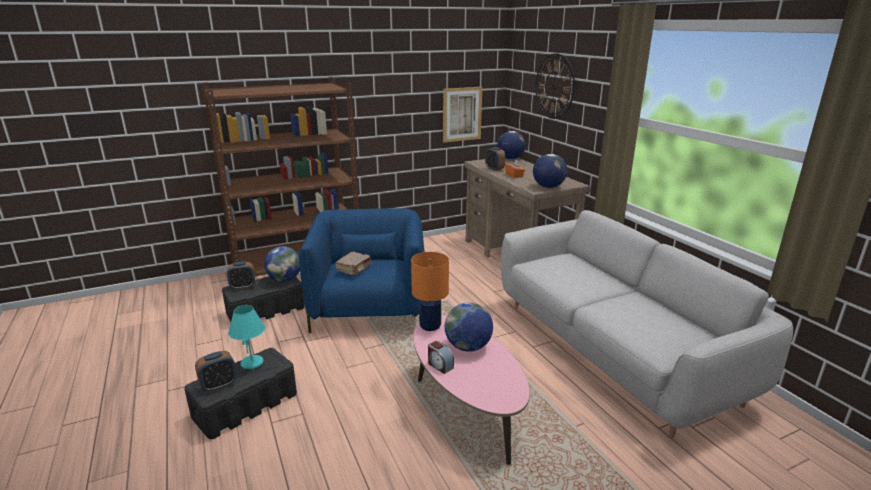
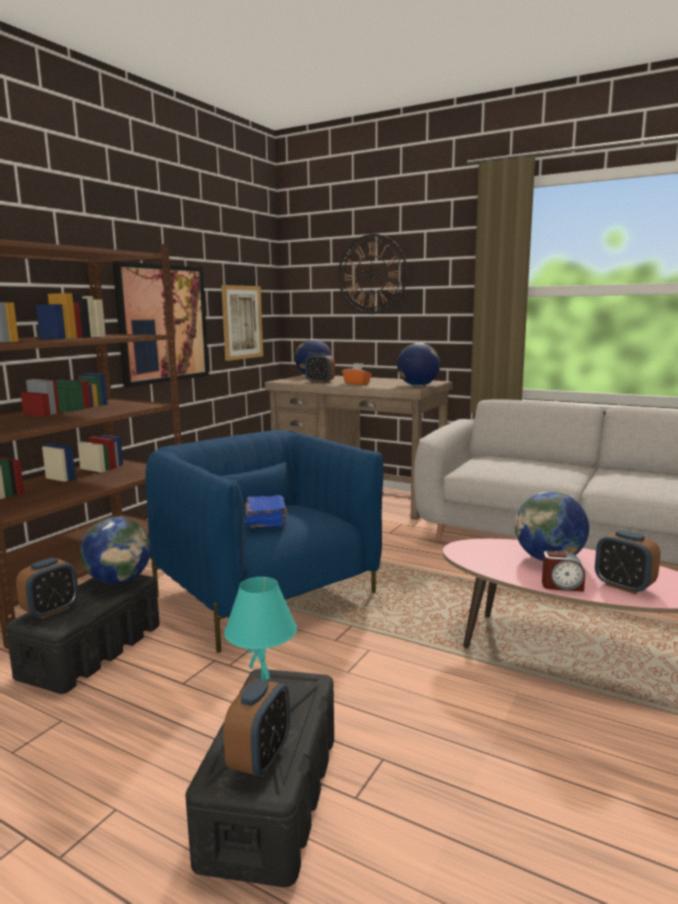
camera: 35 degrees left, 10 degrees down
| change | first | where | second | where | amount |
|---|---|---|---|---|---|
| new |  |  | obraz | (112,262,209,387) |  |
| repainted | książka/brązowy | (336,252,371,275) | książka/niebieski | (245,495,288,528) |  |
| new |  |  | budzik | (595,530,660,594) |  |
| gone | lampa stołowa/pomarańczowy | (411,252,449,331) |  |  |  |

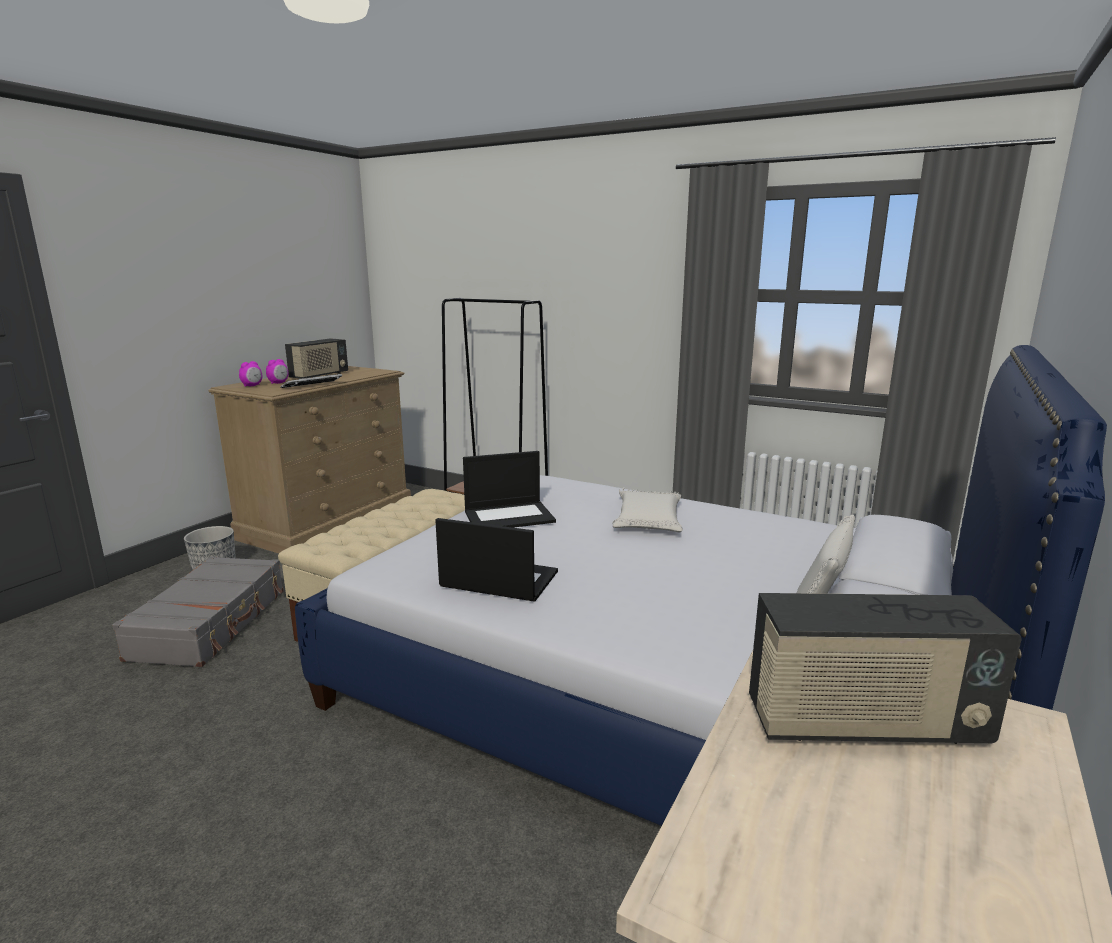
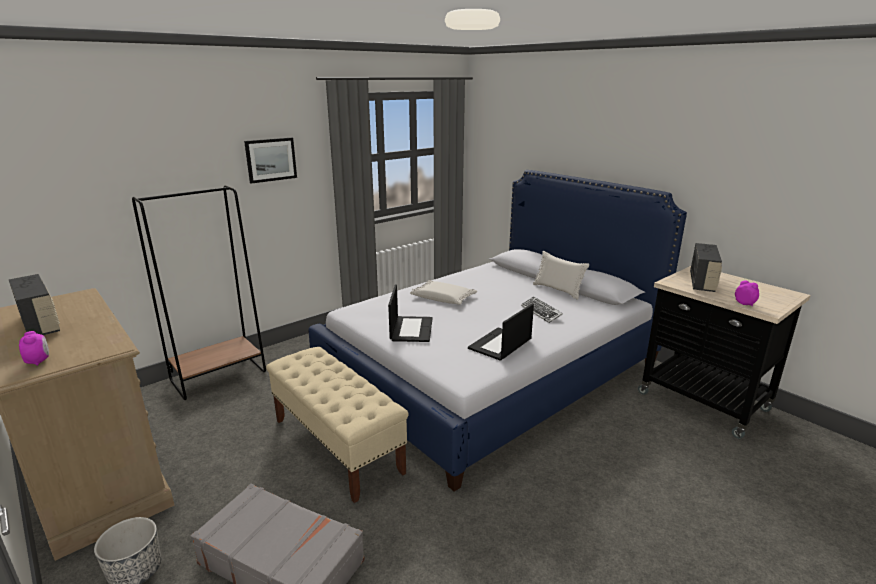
camera: 70 degrees left, 5 degrees up
| change | first | where | second | where | amount |
|---|---|---|---|---|---|
| new |  |  | obraz | (244,138,297,184) |  |
| shifted | klawiatura | (280,374,342,388) |  | (521,297,563,323) |  |
| shifted | budzik | (266,359,289,384) |  | (735,280,759,306) |  |

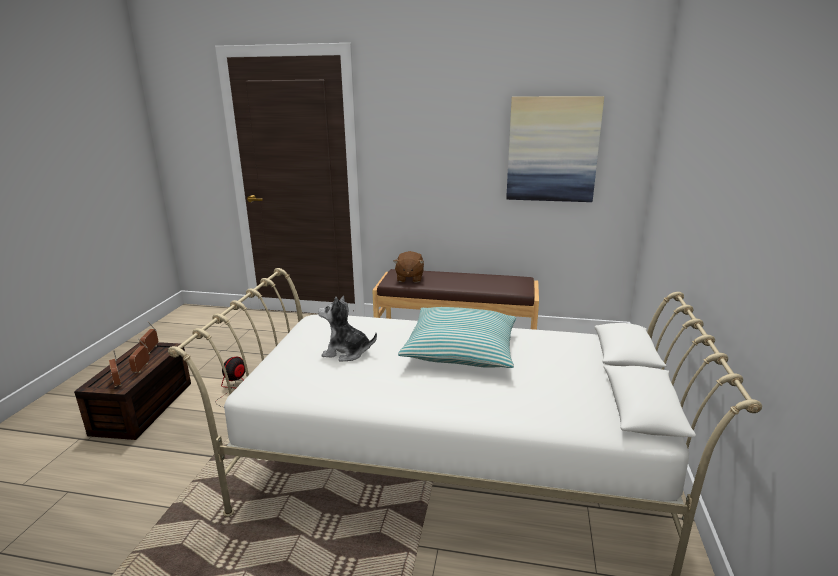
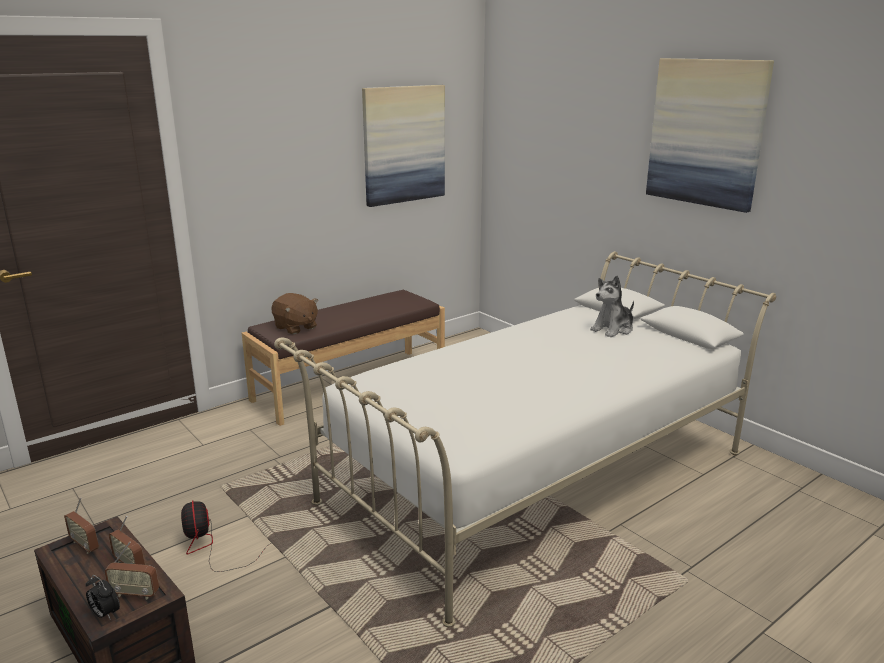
camera: 50 degrees left, 0 degrees up
| change | first | where | second | where | amount |
|---|---|---|---|---|---|
| new |  |  | budzik | (85,575,120,620) |  |
| shifted | pluszak | (318,296,377,362) |  | (590,275,634,337) |  |
| new |  |  | obraz | (646,58,774,213) |  |
| gone | poduszka | (398,307,516,368) |  |  |  |

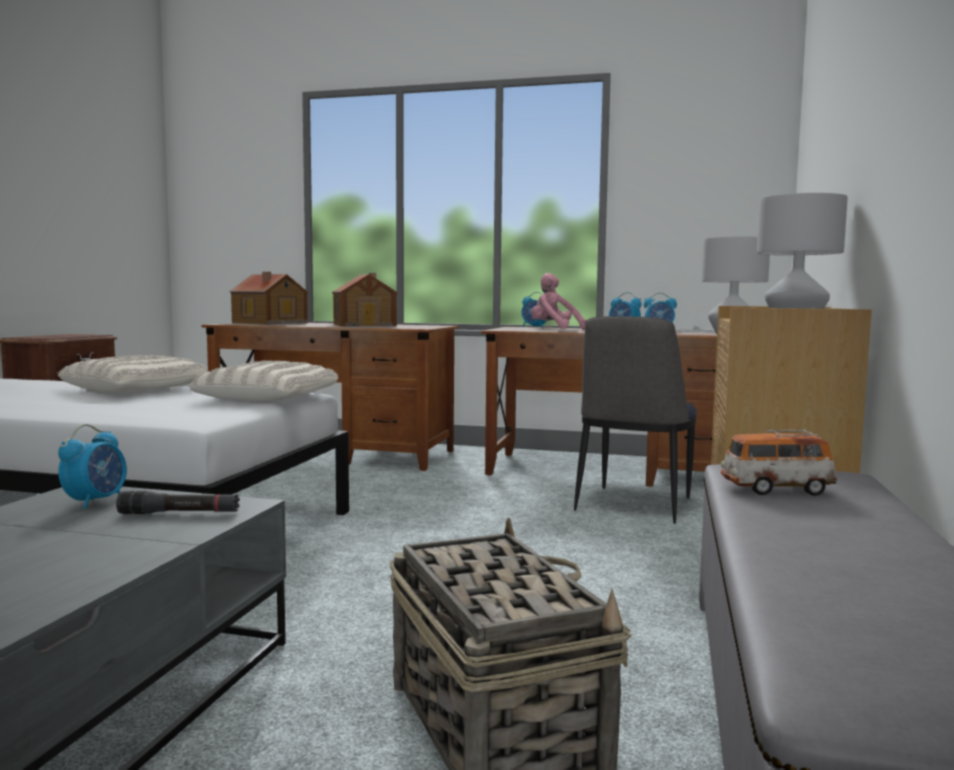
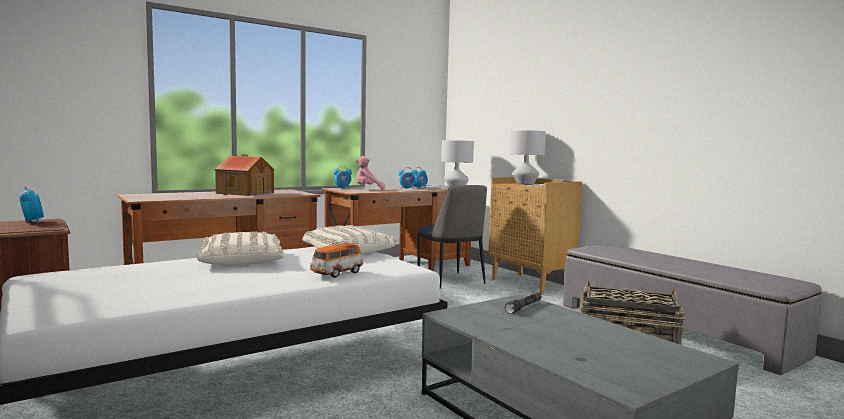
camera: 50 degrees left, 0 degrees up
| change | first | where | second | where | amount |
|---|---|---|---|---|---|
| shifted | budzik | (58,424,127,509) |  | (19,185,44,223) |  |
| shifted | samochodzik | (721,430,837,496) |  | (310,241,363,278) |  |
| gone | domek | (230,272,308,325) |  |  |  |

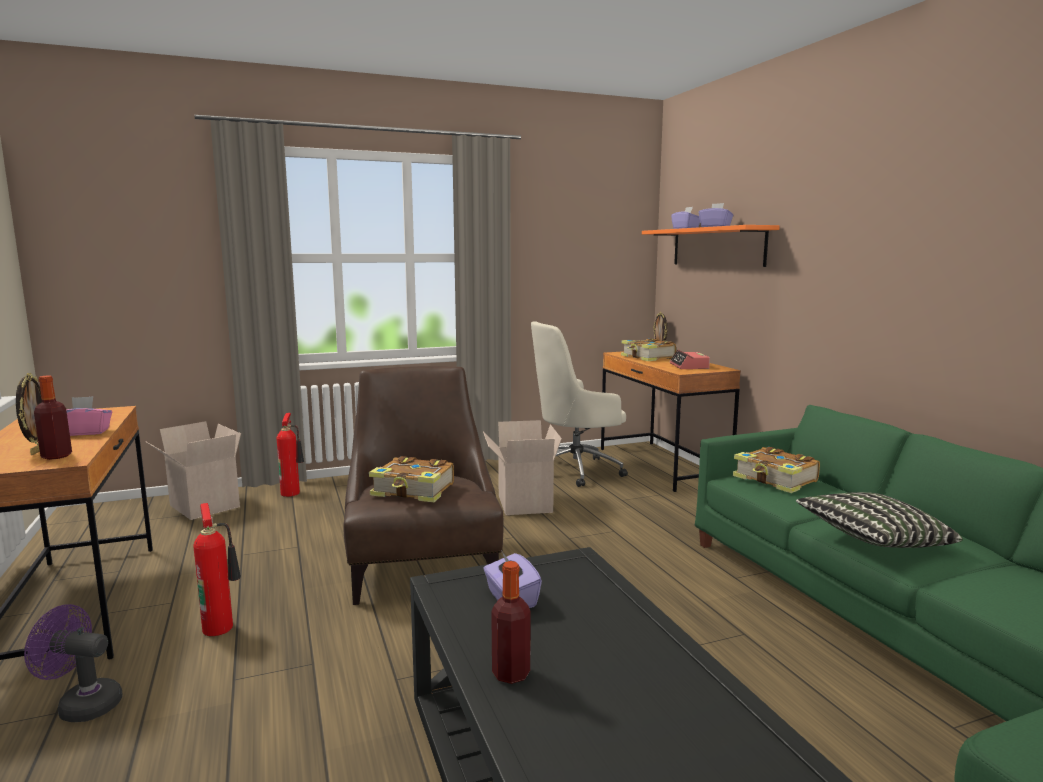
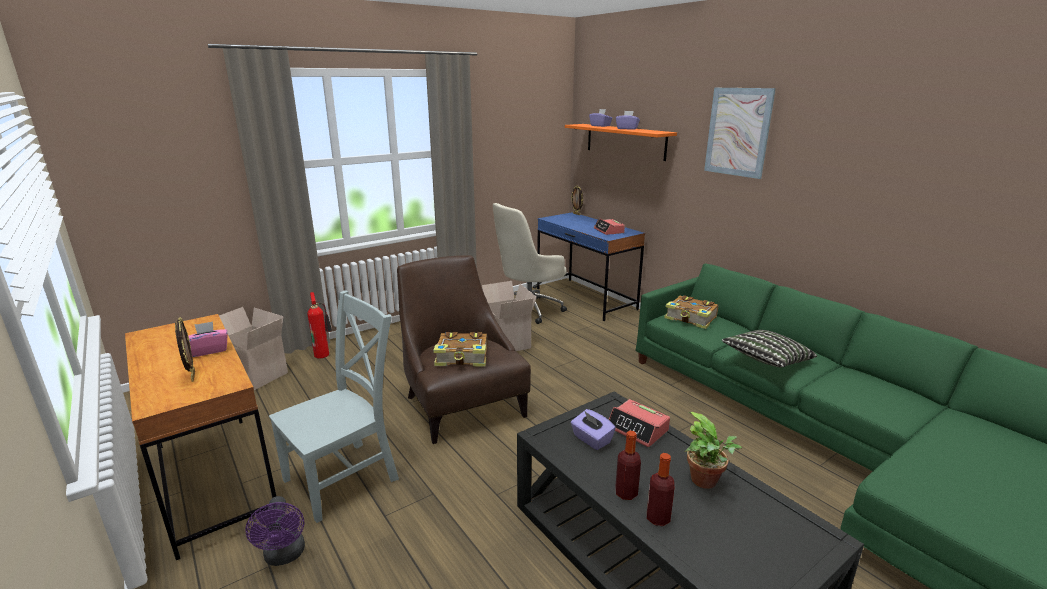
camera: 15 degrees left, 10 degrees up
| change | first | where | second | where | amount |
|---|---|---|---|---|---|
| rotated | wentylator/fioletowy | (24,604,123,722) |  | (245,496,305,566) | 105 degrees counterclockwise |
| swapped | gaśnica | (193,503,241,636) | krzesło/szary | (269,290,399,523) |  |
| repainted | biurko/brązowy | (601,351,741,492) | biurko/niebieski | (537,212,645,321) |  |
| new |  |  | budzik | (609,399,670,447) |  |
| shifted | butelka | (34,375,72,460) |  | (647,453,675,526) |  |
| new |  |  | roślina doniczkowa | (685,412,742,489) |  |
| new |  |  | obraz | (704,88,776,179) |  |
| gone | książka | (621,338,676,361) |  |  |  |

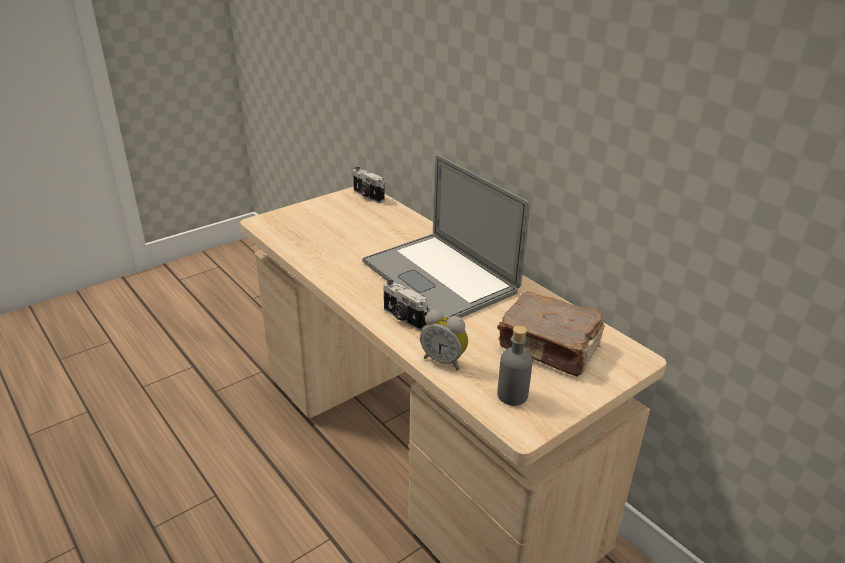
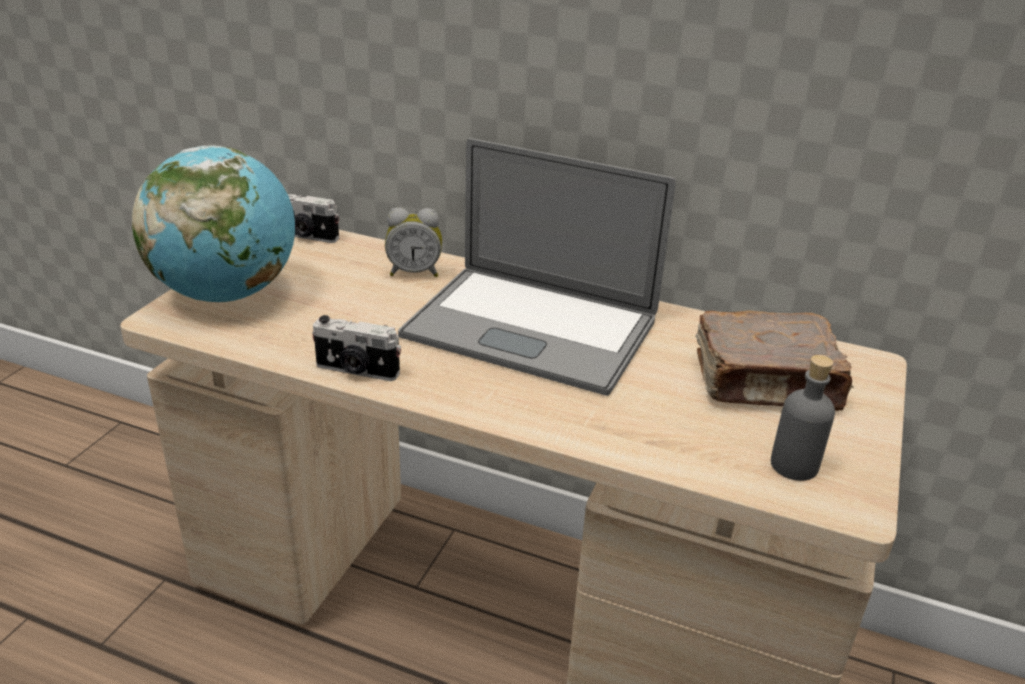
camera: 30 degrees left, 0 degrees up
| change | first | where | second | where | amount |
|---|---|---|---|---|---|
| new |  |  | globus | (132,146,295,302) |  |
| shifted | aparat fotograficzny | (384,280,428,331) |  | (312,315,401,381) |  |
| shifted | budzik | (420,310,468,370) |  | (385,207,442,277) |  |

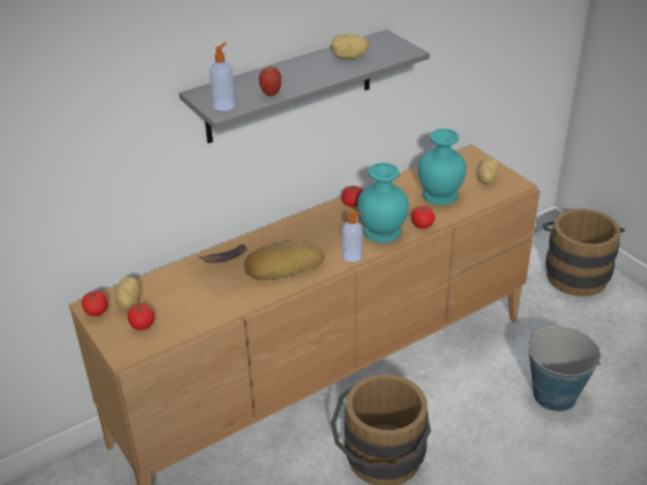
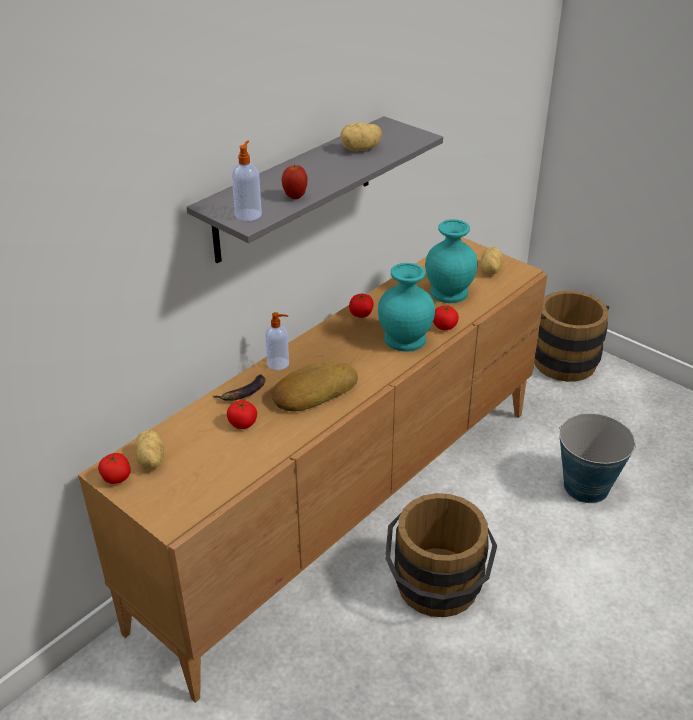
camera: 15 degrees left, 0 degrees up
| change | first | where | second | where | amount |
|---|---|---|---|---|---|
| shifted | pomidor | (127,304,155,330) |  | (227,400,257,429) |  |
| shifted | dozownik mydła | (342,210,364,262) |  | (265,312,289,370) |  |

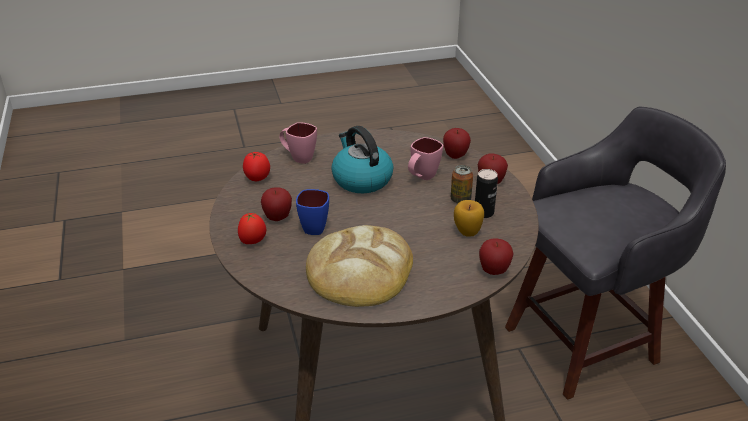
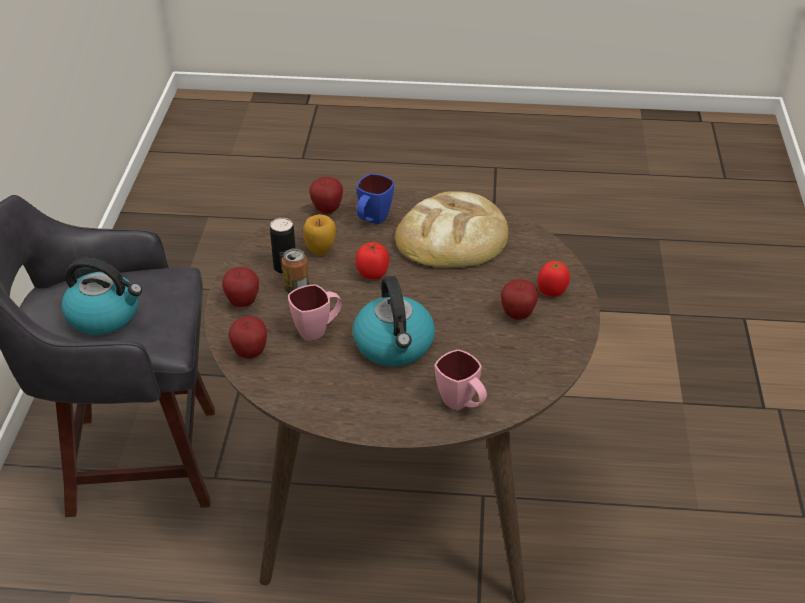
camera: 160 degrees left, 5 degrees up
| change | first | where | second | where | amount |
|---|---|---|---|---|---|
| new |  |  | czajnik | (62,258,142,335) |  |
| shifted | kubek/niebieski | (296,189,329,235) |  | (356,174,394,224) |  |
| shifted | pomidor | (243,152,270,181) |  | (356,242,389,279) |  |

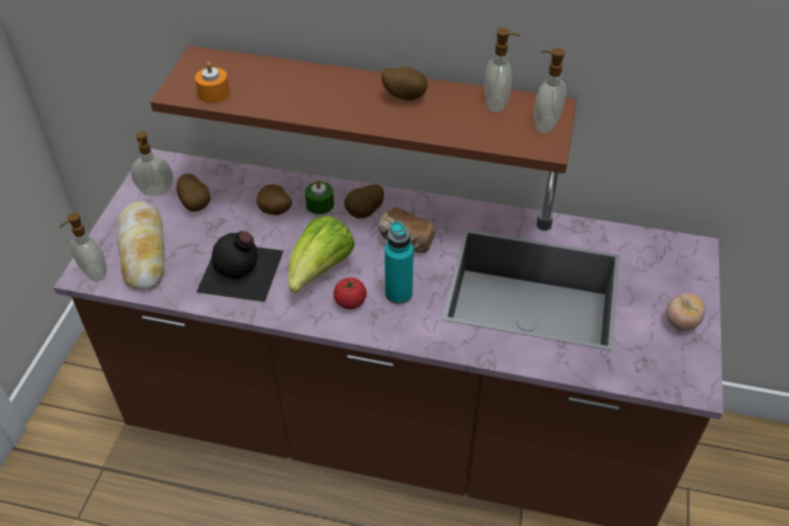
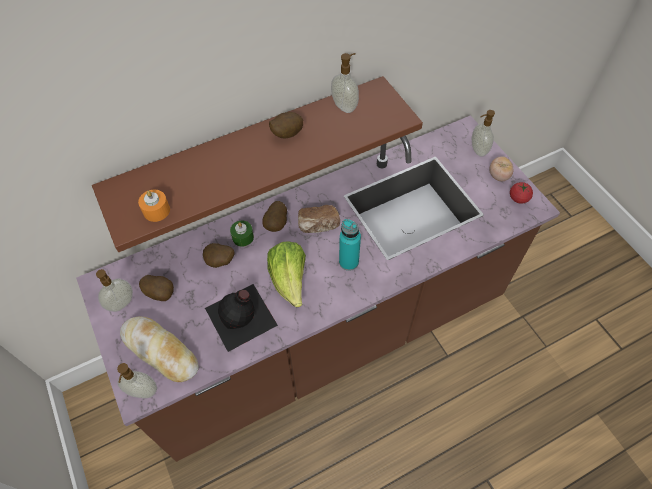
camera: 40 degrees left, 10 degrees up
| change | first | where | second | where | amount |
|---|---|---|---|---|---|
| shifted | dozownik mydła | (534,48,566,133) |  | (472,110,495,157) |  |
| shifted | pomidor | (333,278,367,309) |  | (510,182,533,204) |  |

